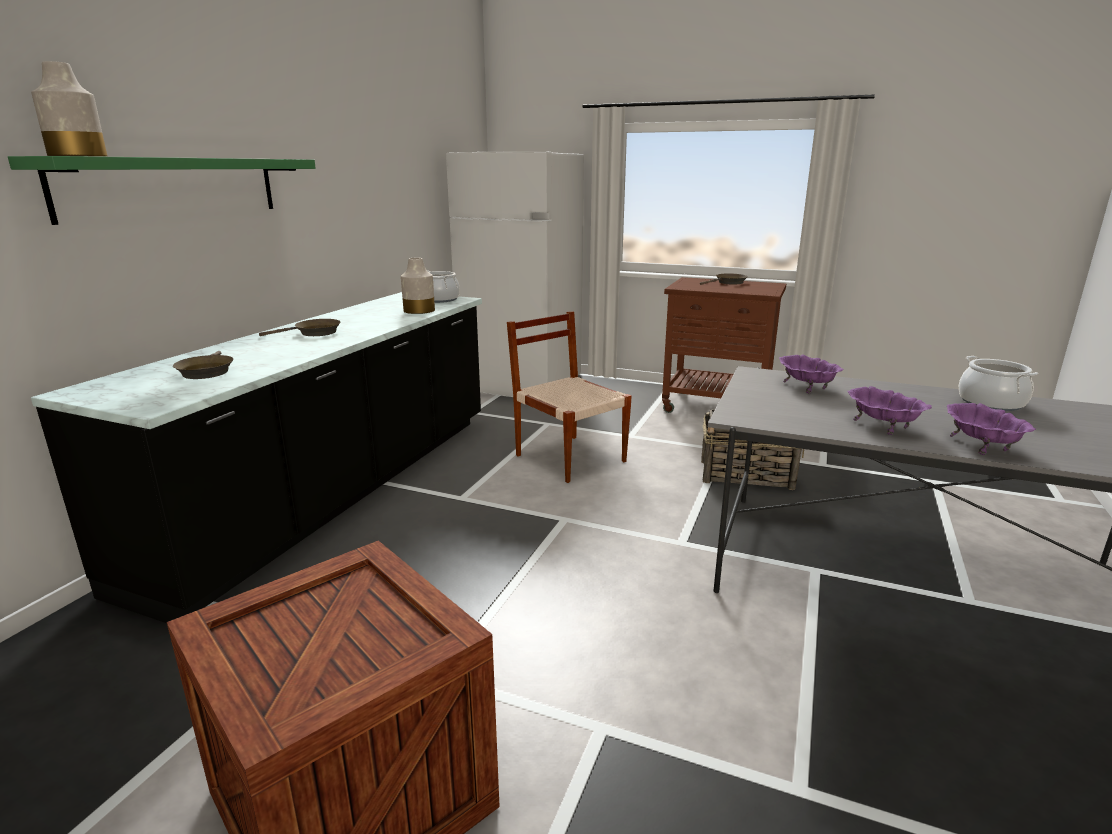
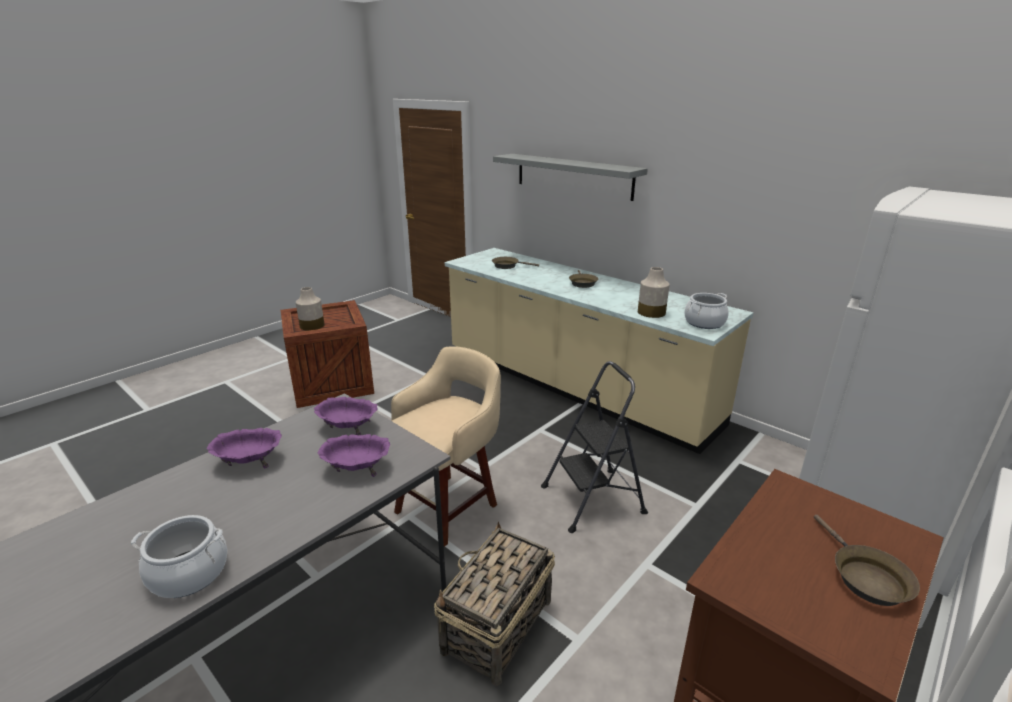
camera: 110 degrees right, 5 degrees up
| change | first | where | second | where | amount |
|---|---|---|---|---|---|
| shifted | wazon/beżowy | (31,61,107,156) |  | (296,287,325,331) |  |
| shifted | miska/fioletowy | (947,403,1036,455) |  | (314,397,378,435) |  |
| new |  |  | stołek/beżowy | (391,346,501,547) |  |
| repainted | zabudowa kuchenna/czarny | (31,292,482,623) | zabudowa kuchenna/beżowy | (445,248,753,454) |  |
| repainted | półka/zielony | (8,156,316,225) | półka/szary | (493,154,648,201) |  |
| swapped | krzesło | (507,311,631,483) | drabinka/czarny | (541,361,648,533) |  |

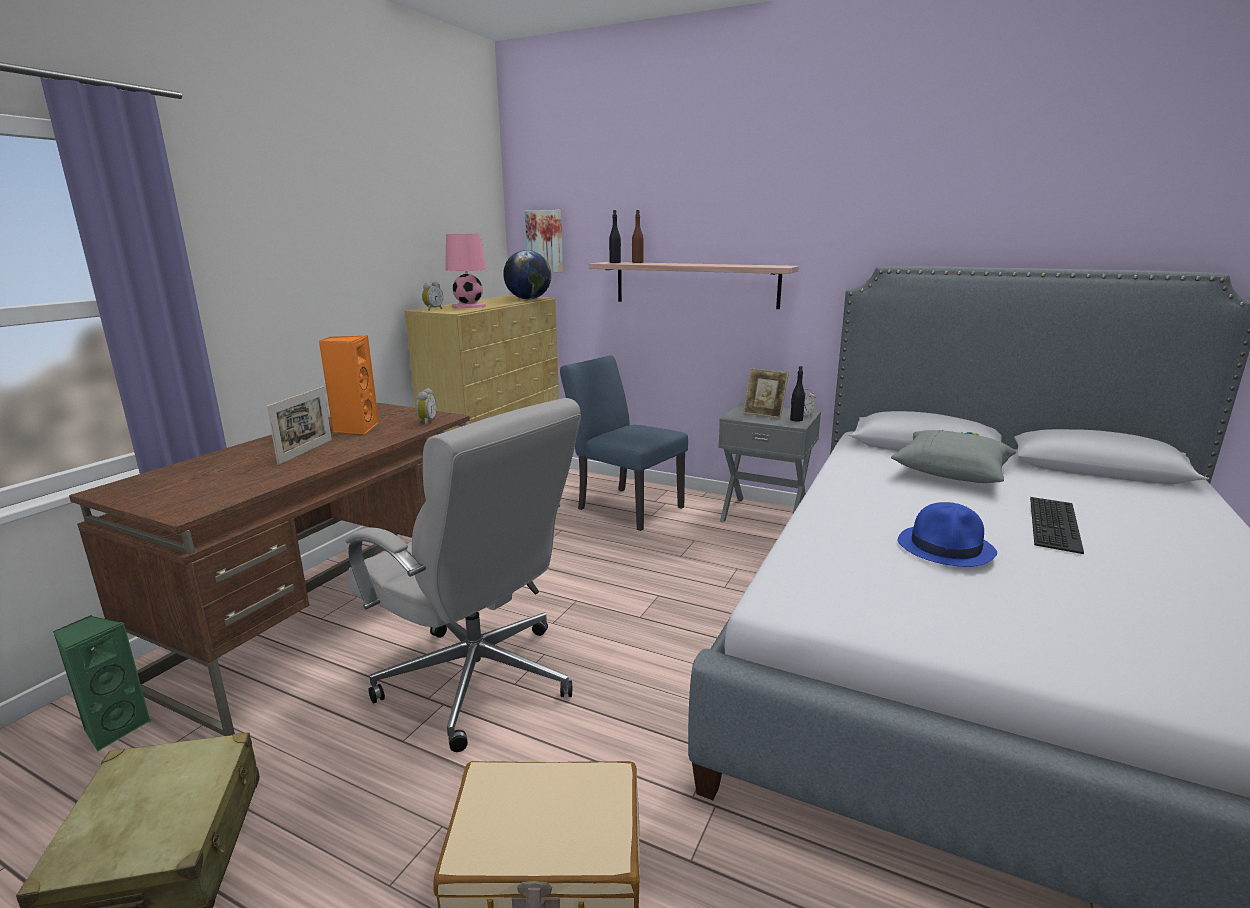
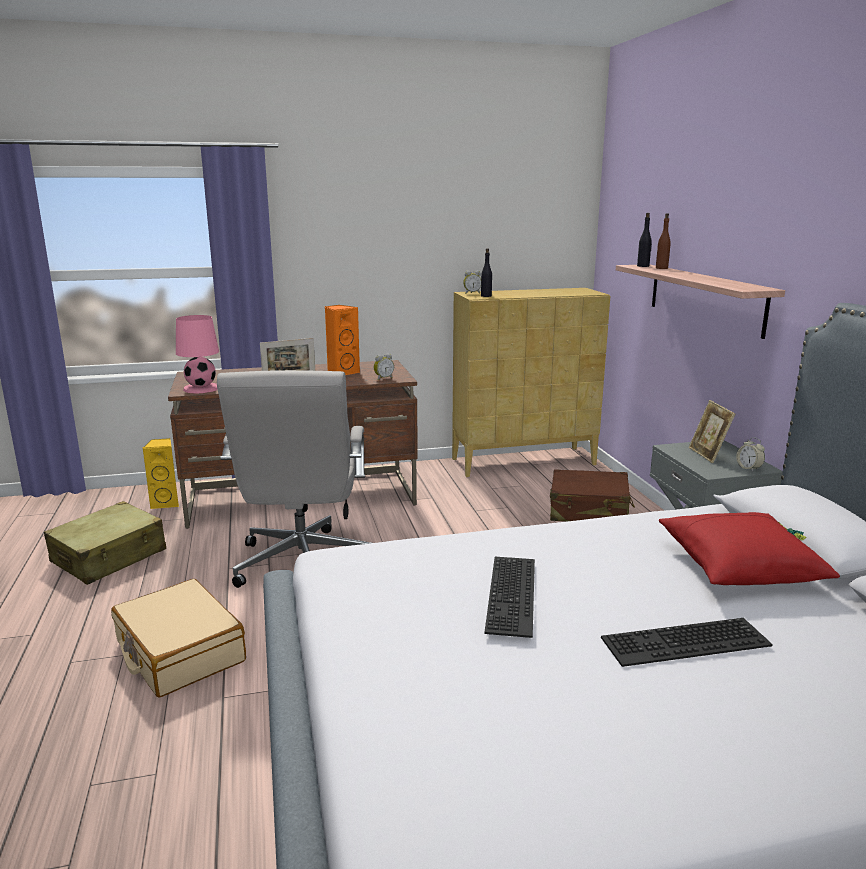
camera: 50 degrees right, 0 degrees up
| change | first | where | second | where | amount |
|---|---|---|---|---|---|
| repainted | głośnik/zielony | (53,615,151,752) | głośnik/żółty | (142,438,179,509) |  |
| shifted | lampa stołowa/różowy | (445,234,486,308) |  | (176,315,219,393) |  |
| shifted | butelka/czarny | (790,366,805,422) |  | (481,248,492,297) |  |
| swapped | kapelusz/niebieski | (898,502,997,567) | klawiatura | (484,557,535,638) |  |
| swapped | krzesło/niebieski | (560,355,688,531) | walizka/brązowy | (550,469,635,521) |  |
| repainted | poduszka/szary | (891,430,1016,483) | poduszka/czerwony | (659,512,840,585) |  |
| gone | globus | (503,250,551,299) |  |  |  |
| gone | obraz | (525,210,563,272) |  |  |  |

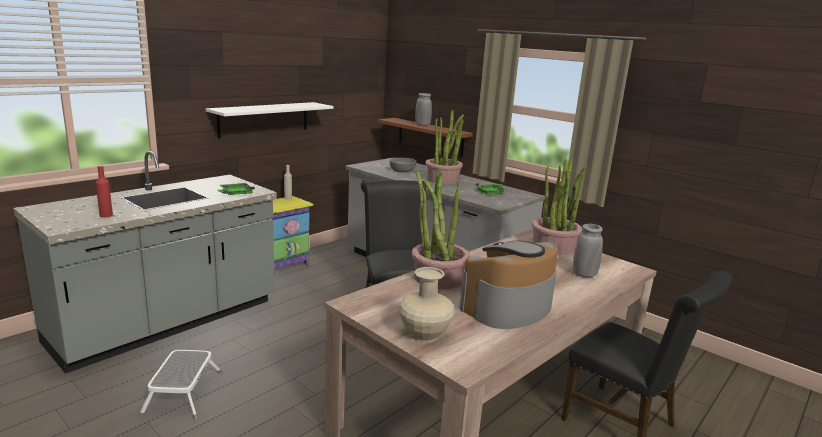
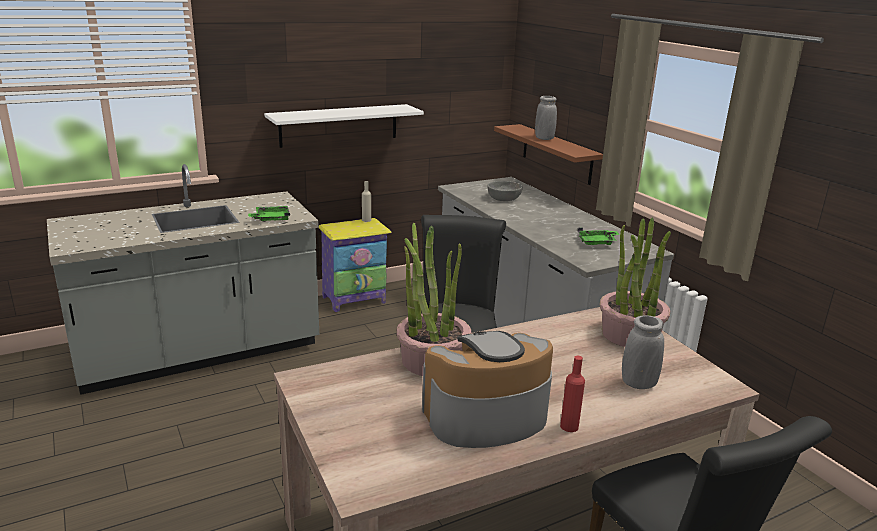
camera: 20 degrees right, 5 degrees up
| change | first | where | second | where | amount |
|---|---|---|---|---|---|
| shifted | butelka/czerwony | (96,166,113,218) |  | (560,356,585,432) |  |
| gone | drabinka/szary | (138,350,222,420) |  |  |  |
| gone | wazon/beżowy | (399,267,455,342) |  |  |  |
| gone | roślina doniczkowa | (425,110,464,184) |  |  |  |

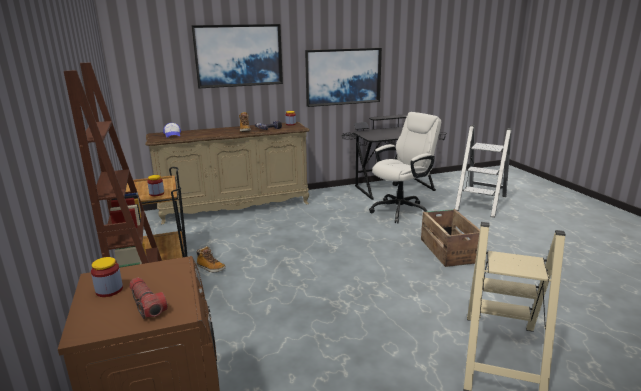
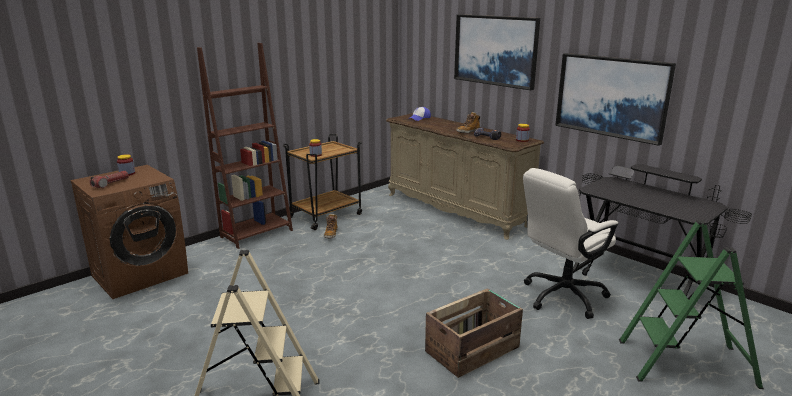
camera: 65 degrees right, 0 degrees up
| change | first | where | second | where | amount |
|---|---|---|---|---|---|
| rotated | krzesło biurowe/biały | (369,112,441,223) |  | (523,168,618,319) | 120 degrees clockwise |
| repainted | drabinka/szary | (455,125,512,218) | drabinka/zielony | (619,220,764,389) |  |

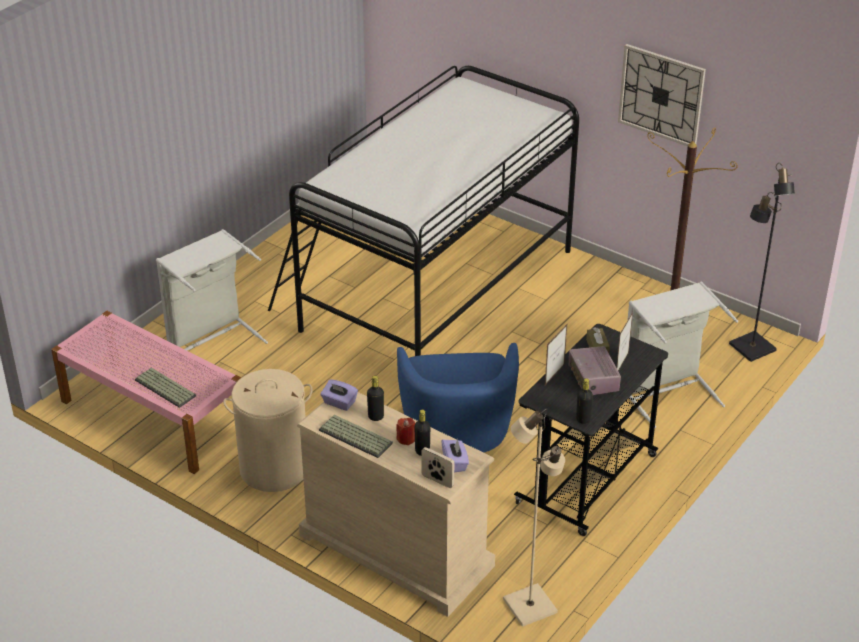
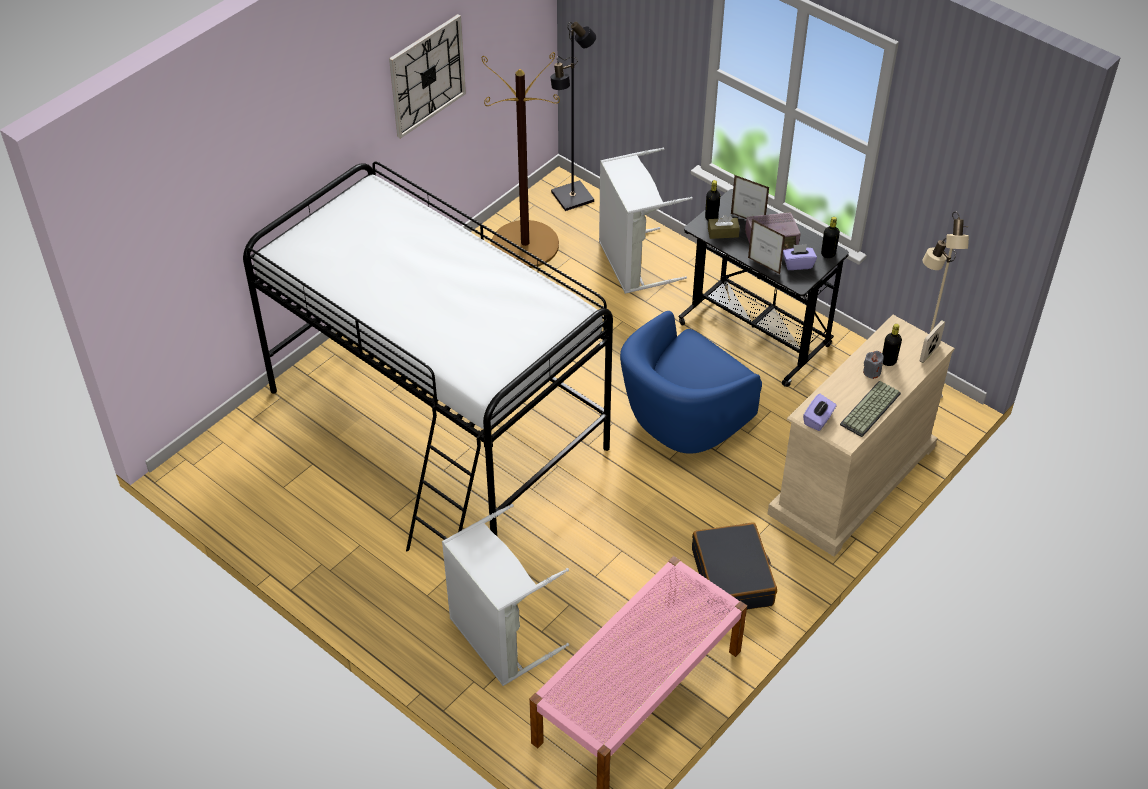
camera: 85 degrees left, 10 degrees up
| change | first | where | second | where | amount |
|---|---|---|---|---|---|
| rotated | fotel/niebieski | (397,343,519,453) |  | (620,311,762,454) | 135 degrees clockwise |
| swapped | kosz na pranie/beżowy | (223,369,313,492) | walizka/czarny | (692,522,777,612) |  |
| shifted | butelka/czarny | (367,376,384,421) |  | (705,180,720,221) |  |
| shifted | pudełko chusteczek/fioletowy | (441,439,469,473) |  | (783,244,817,270) |  |
| repainted | świeca/czerwony | (396,418,415,445) | świeca/szary | (863,351,884,379) |  |
| gone | klawiatura | (135,368,196,408) |  |  |  |

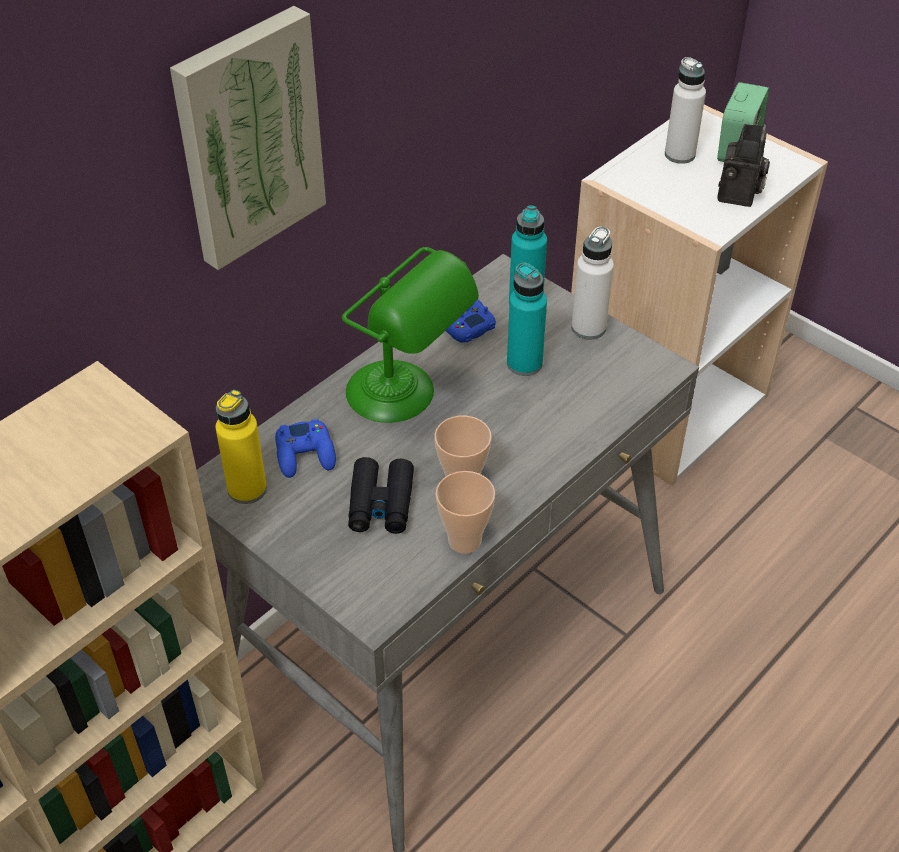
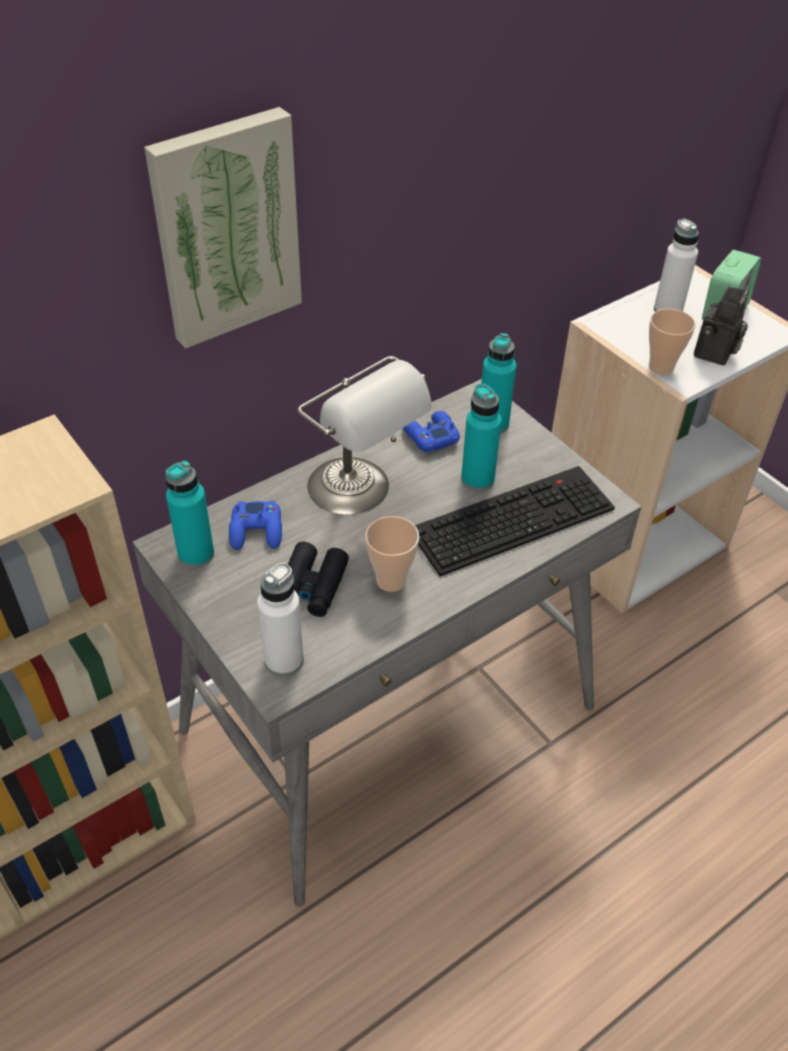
camera: 10 degrees right, 0 degrees up
| change | first | where | second | where | amount |
|---|---|---|---|---|---|
| repainted | butelka/żółty | (216,390,267,504) | butelka/turkusowy | (165,460,214,568) |  |
| shifted | butelka/biały | (571,227,614,340) |  | (257,563,304,676) |  |
| repainted | lampa stołowa/zielony | (342,247,479,423) | lampa stołowa/biały | (297,356,432,515) |  |
| new |  |  | klawiatura | (415,466,615,576) |  |
| shifted | filiżanka | (436,471,495,554) |  | (649,309,696,375) |  |

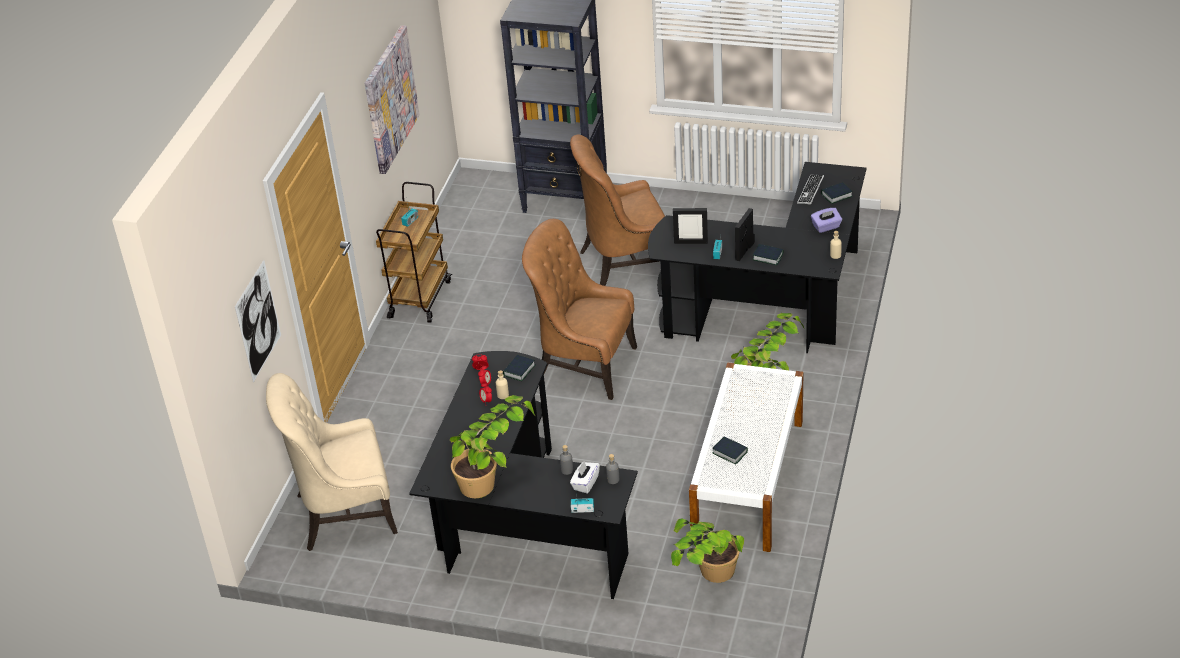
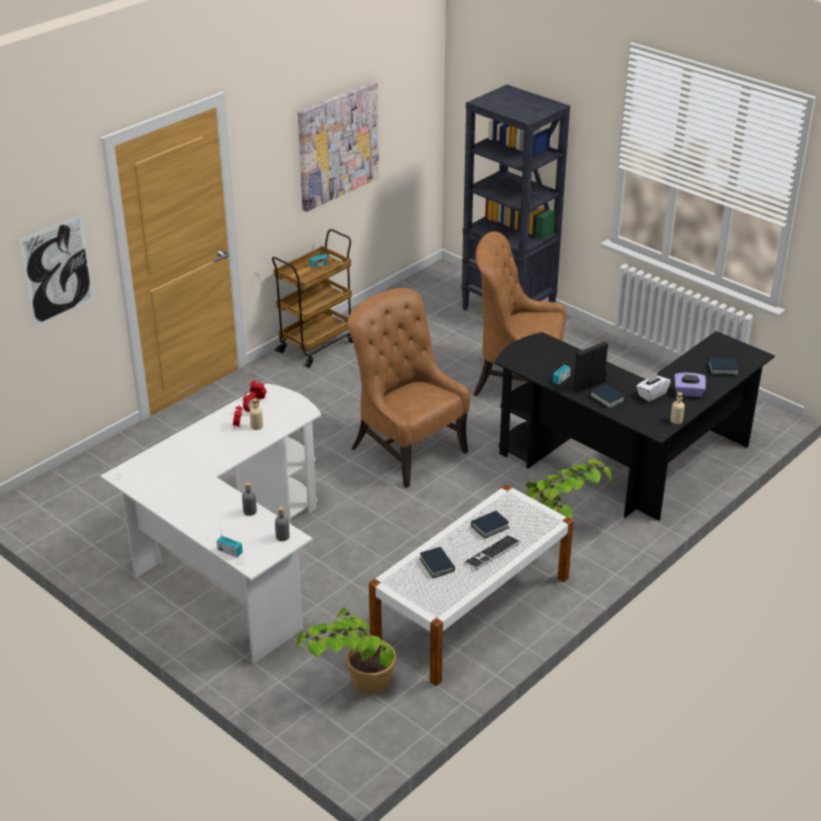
camera: 25 degrees right, 5 degrees down
| change | first | where | second | where | amount |
|---|---|---|---|---|---|
| repainted | biurko/czarny | (409,351,638,599) | biurko/biały | (100,383,321,664) |  |
| shifted | klawiatura | (797,175,824,205) |  | (464,535,521,570) |  |
| shifted | książka | (503,355,535,381) |  | (471,511,509,538) |  |
| shifted | pudełko chusteczek/biały | (570,461,600,494) |  | (636,372,671,402) |  |
| gone | krzesło/beżowy | (266,373,398,551) |  |  |  |
| gone | roślina doniczkowa | (450,395,535,498) |  |  |  |
| gone | ramka na zdjęcie | (673,208,708,244) |  |  |  |

